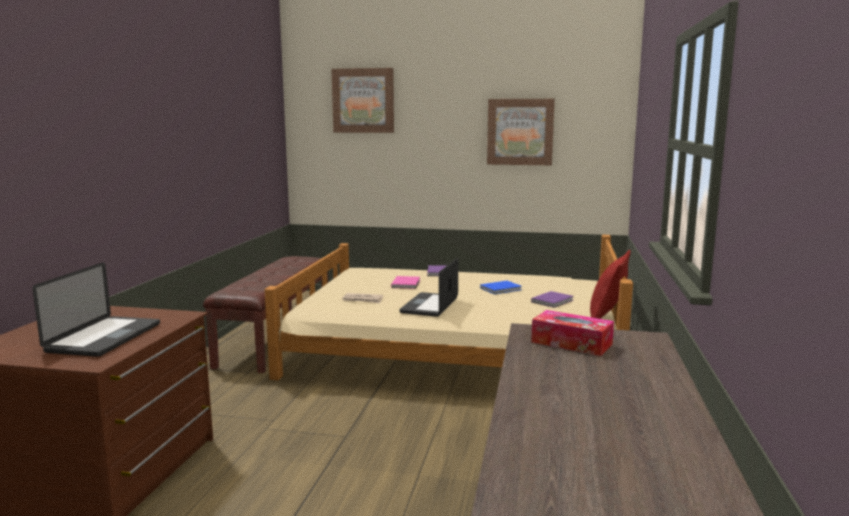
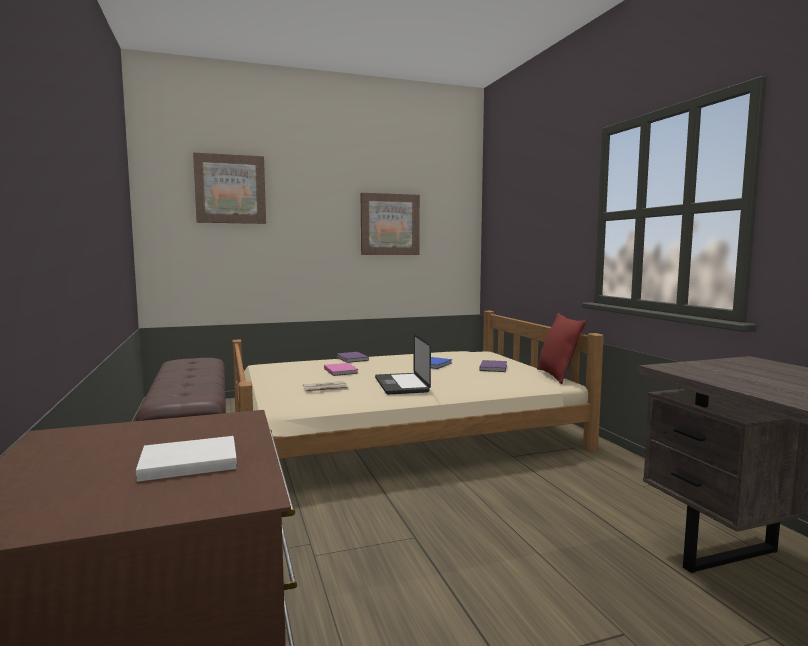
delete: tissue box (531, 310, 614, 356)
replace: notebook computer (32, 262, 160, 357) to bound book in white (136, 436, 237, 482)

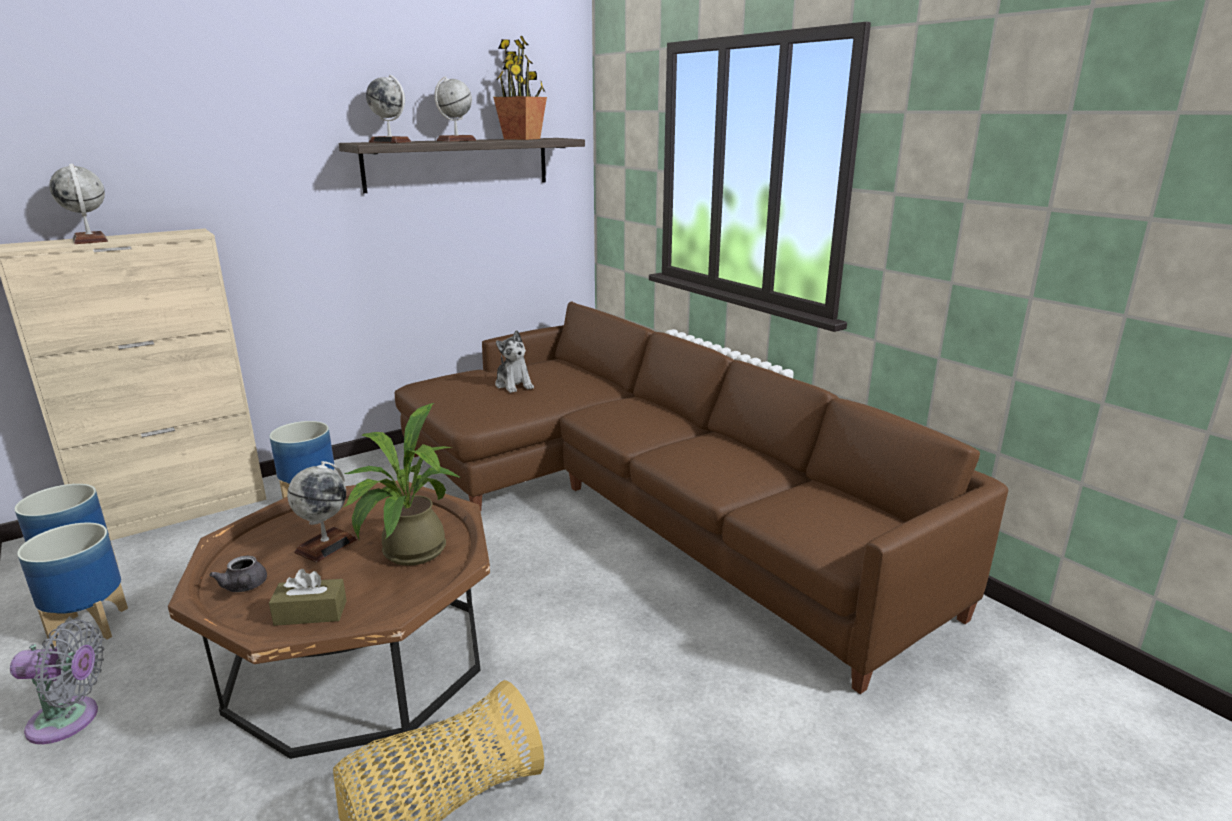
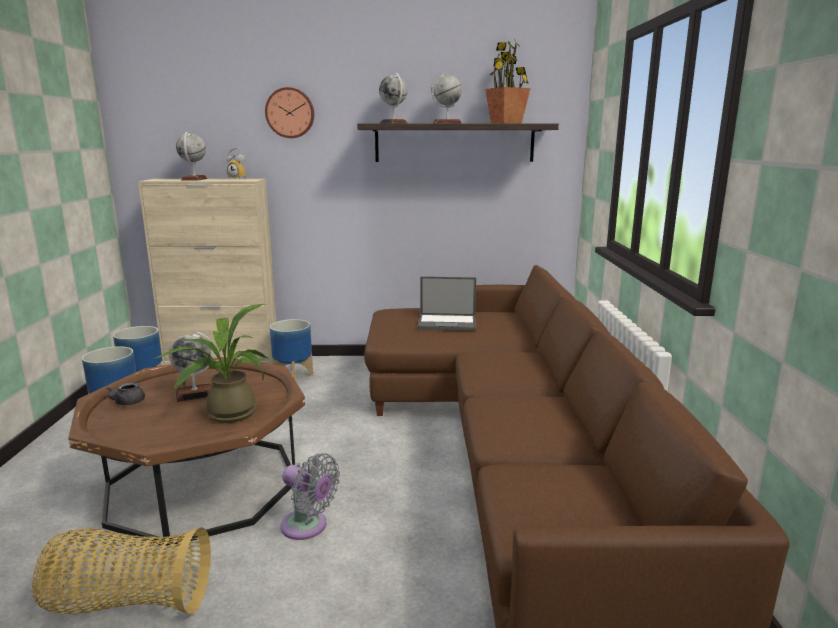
delete: tissue box in brownish (269, 569, 347, 626)
insert: table clock (227, 148, 246, 179); wall clock (265, 87, 314, 138)
move: fan in gray (10, 619, 104, 744) to (281, 453, 340, 540)
replace: soft toy (495, 330, 534, 393) to notebook computer (417, 276, 476, 331)

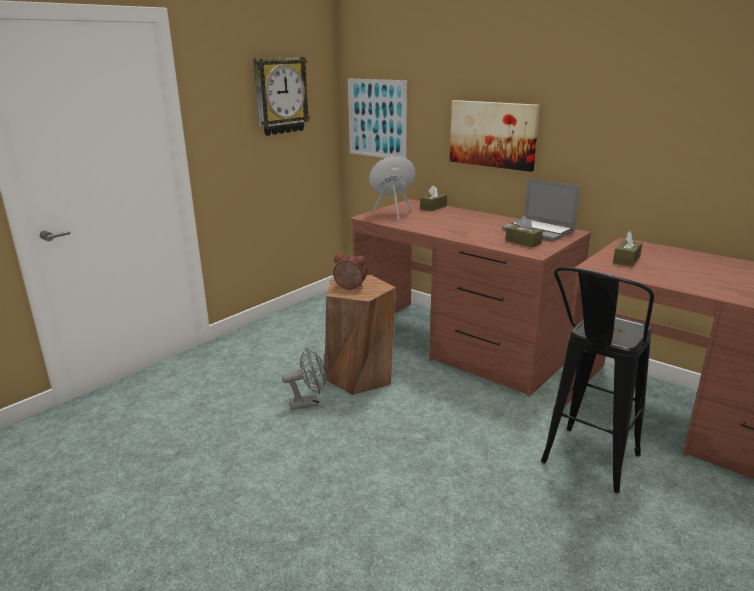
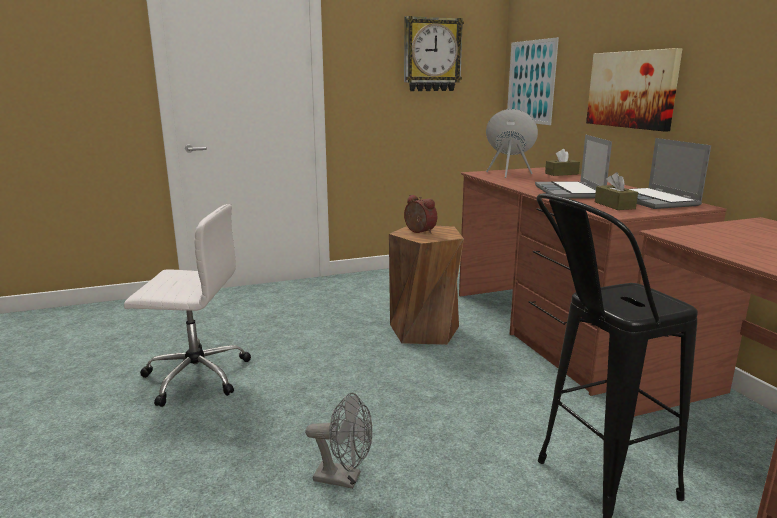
delete: tissue box in brownish (613, 231, 642, 266)
insert: desk chair in white (124, 204, 251, 407); notebook computer (535, 135, 612, 199)
move: fan in gray (282, 348, 326, 410) to (305, 393, 373, 489)

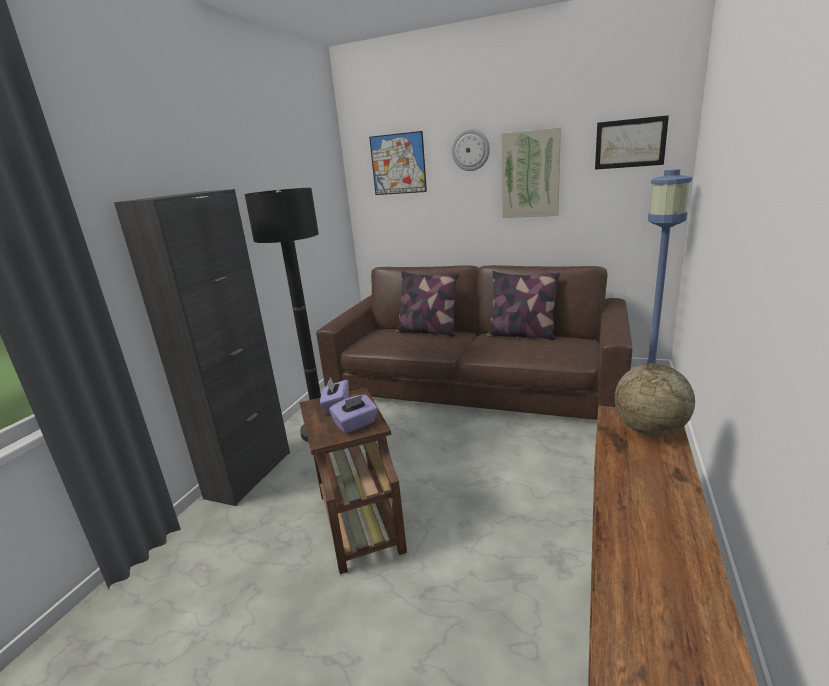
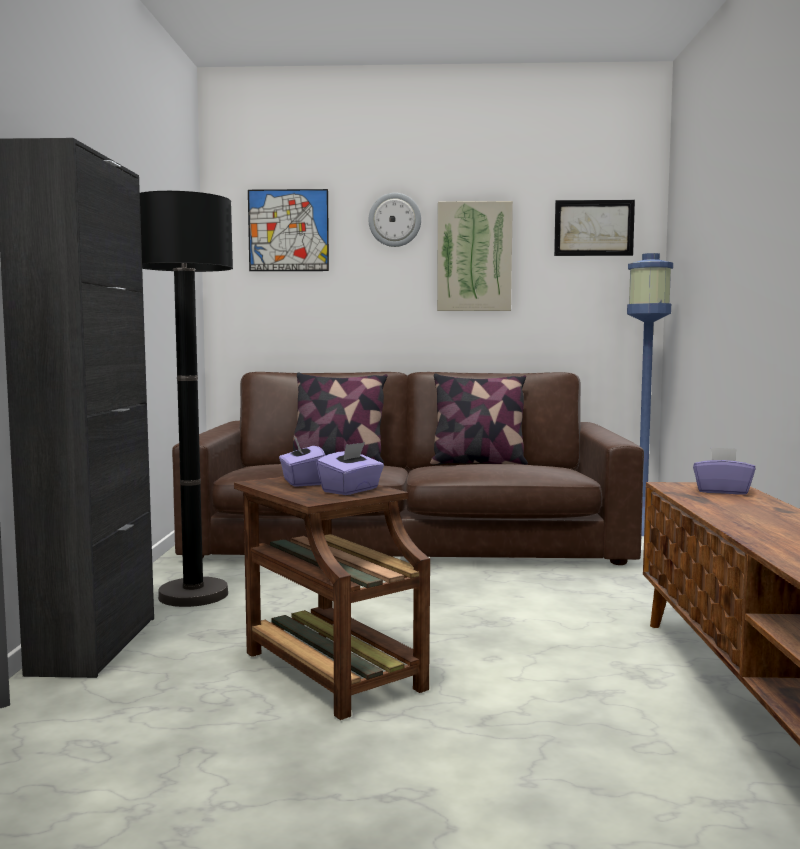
replace: world globe (615, 364, 695, 436) to tissue box in purple-coloured (693, 447, 755, 495)

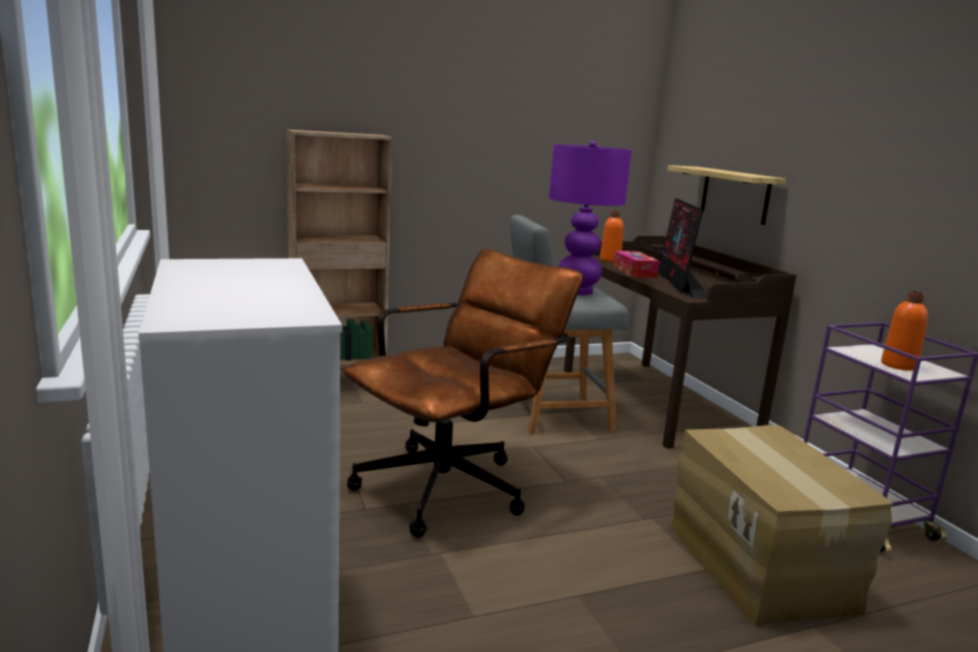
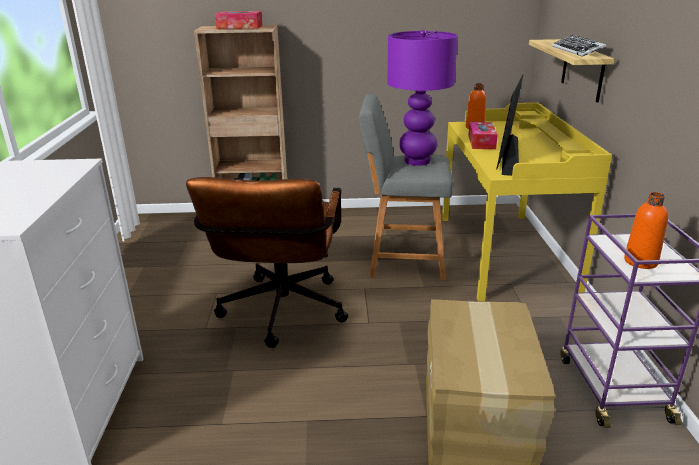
insert: tissue box (215, 11, 262, 29); computer keyboard (552, 35, 606, 57)
recolor: desk unit in brownish (564, 236, 796, 449) to desk unit in yellow (442, 103, 612, 301)
rotate: desk chair in brownish (343, 248, 583, 538) = (186, 177, 348, 348) 120 degrees clockwise

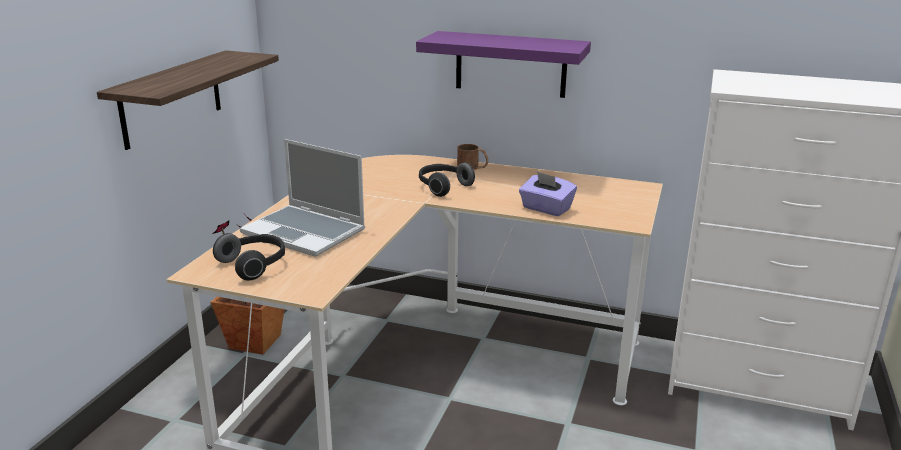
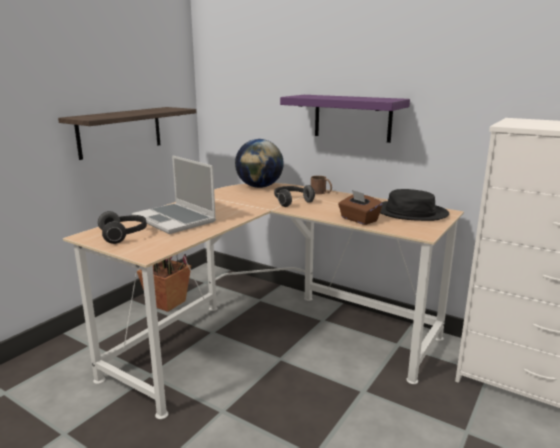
insert: world globe (235, 139, 284, 188); wearable hat in blackish (380, 189, 449, 221)
recolor: tissue box in purple-coloured (519, 172, 577, 216) to tissue box in brownish (338, 190, 383, 225)

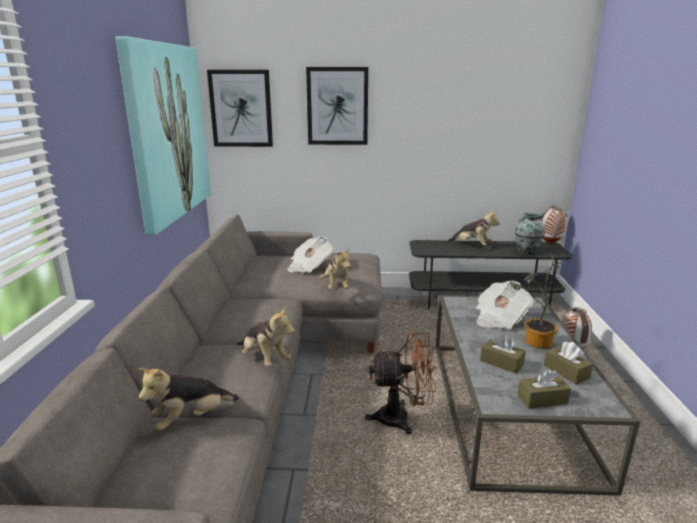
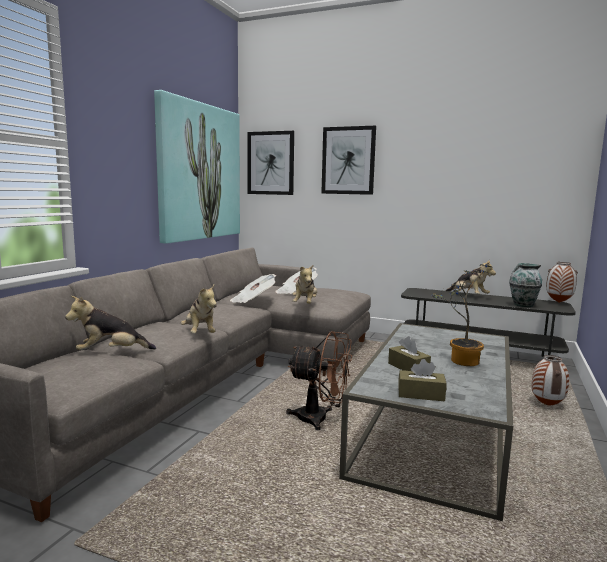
delete: tissue box in brownish (544, 342, 593, 385)
move: daily paper (476, 281, 534, 329) to (230, 274, 276, 303)

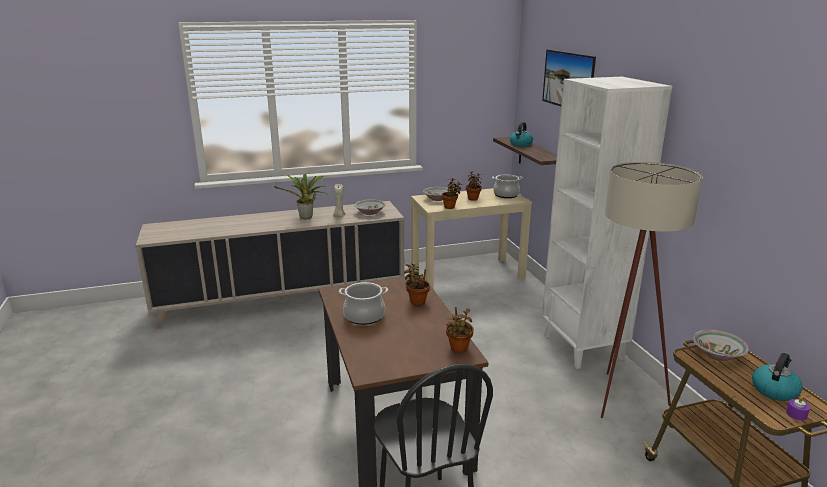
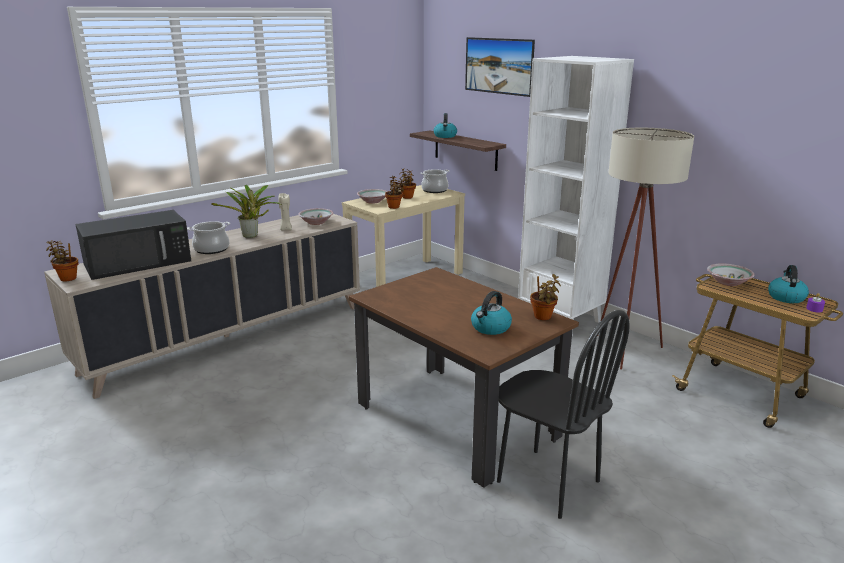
insert: microwave oven in blackish (75, 210, 191, 280); tea kettle (471, 291, 512, 335)
move: plant in a pot (404, 263, 430, 306) to (46, 240, 79, 282); saucepot (339, 282, 388, 325) to (187, 221, 230, 254)

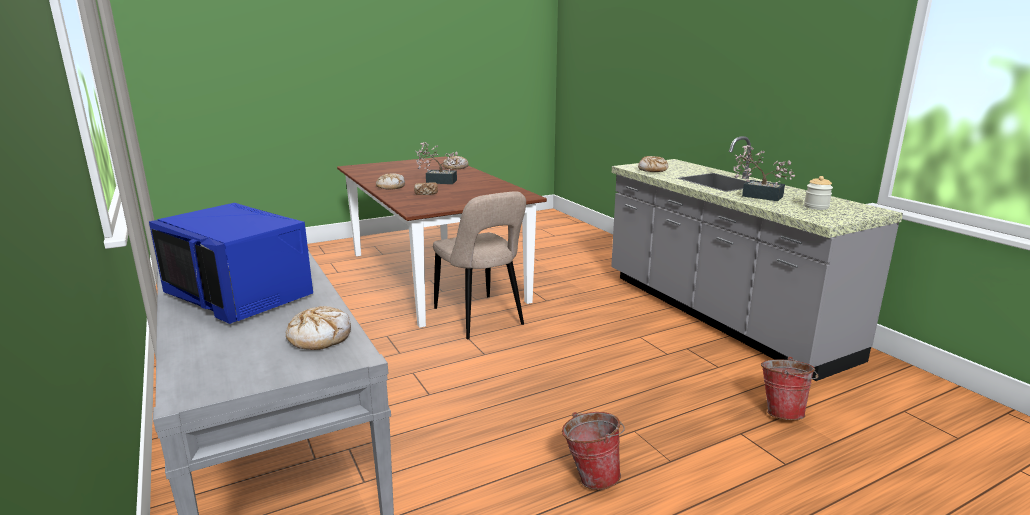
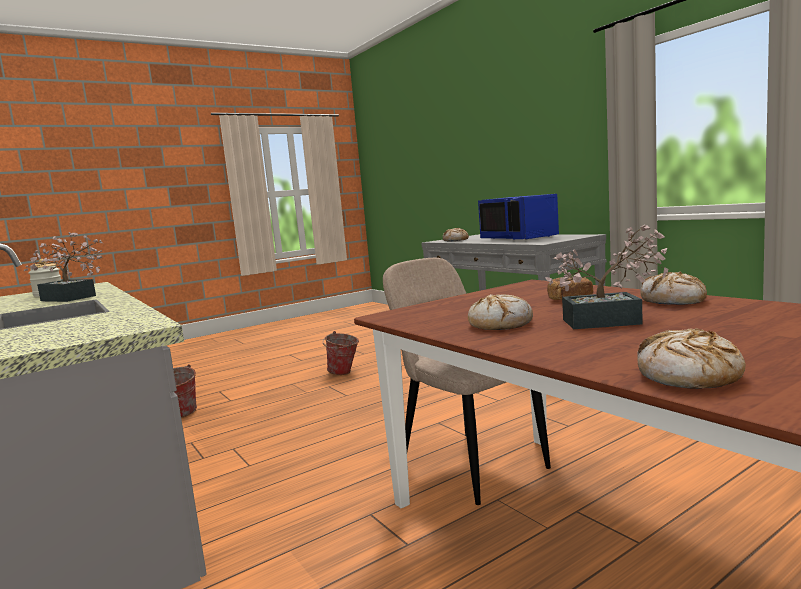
move: baked bread (638, 156, 668, 172) to (468, 294, 533, 330)
rotate: microwave oven in bluish (149, 203, 313, 324) = (478, 194, 559, 240) 150 degrees counterclockwise

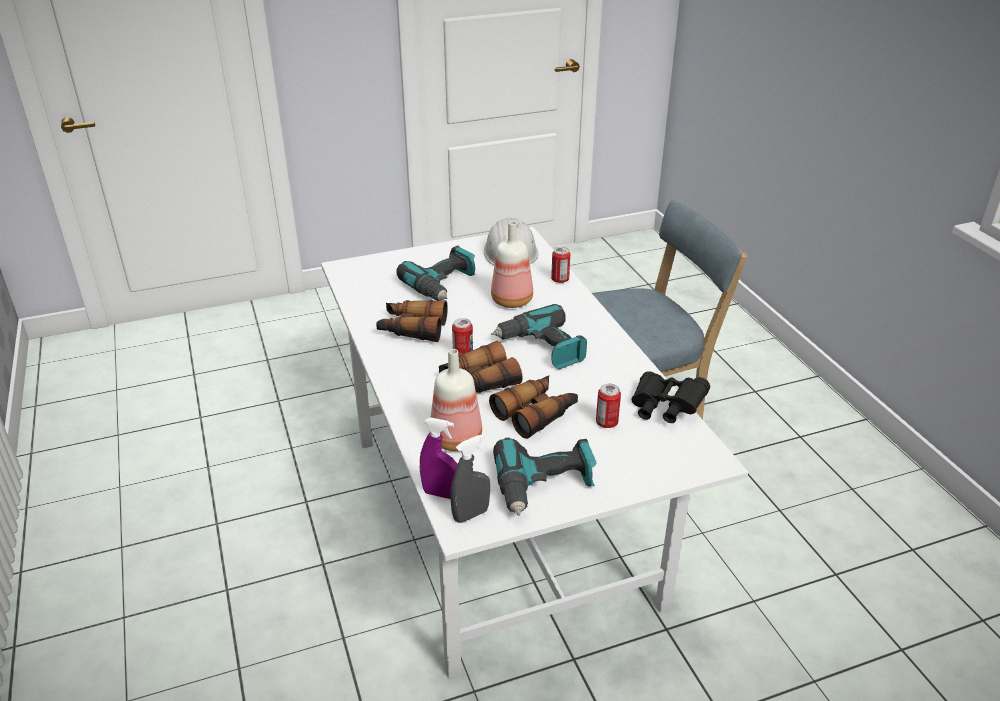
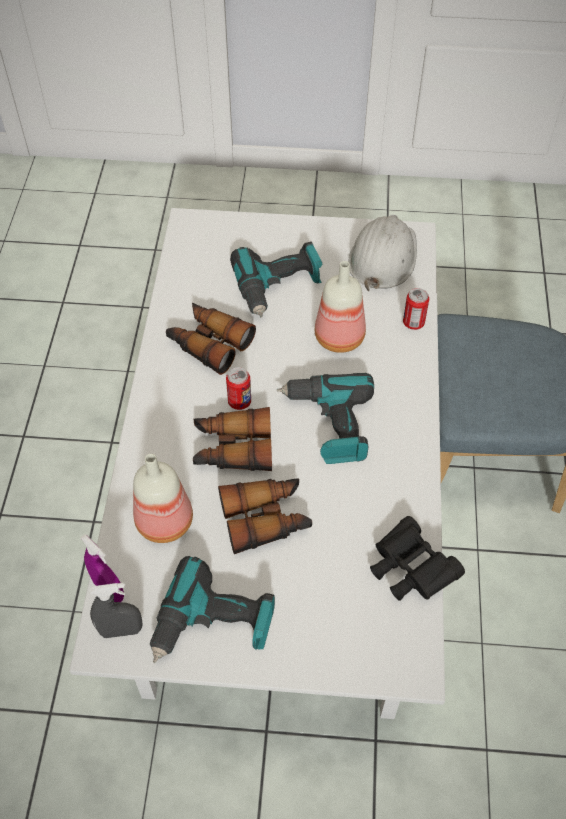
delete: can (596, 384, 621, 428)

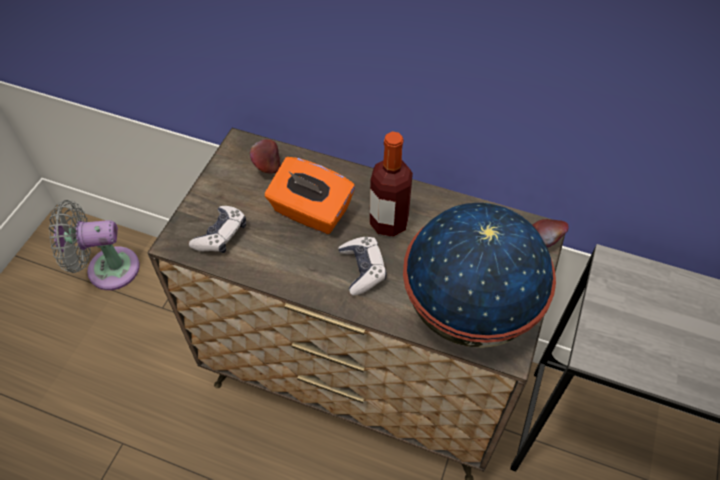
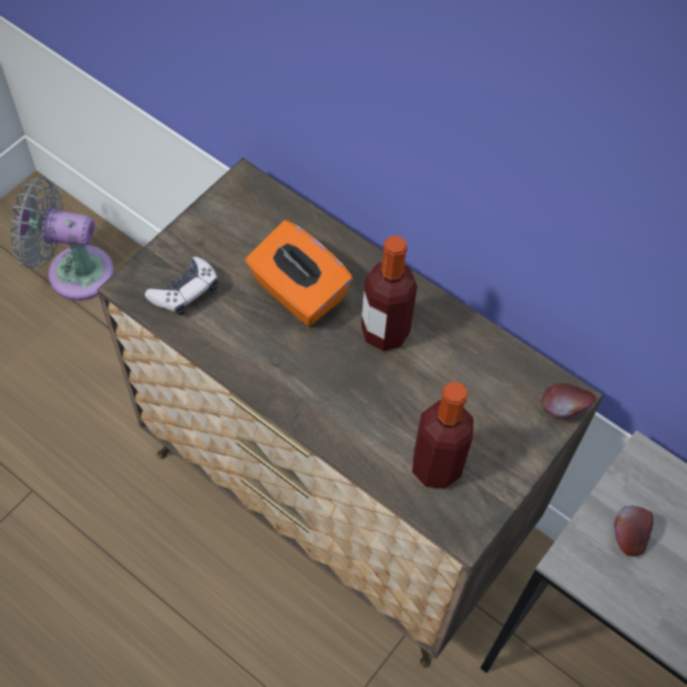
delete: gamepad (338, 237, 387, 295)
move: apple (250, 139, 280, 174) to (614, 506, 653, 557)
replace: world globe (403, 203, 556, 348) to drink bottle (412, 382, 474, 489)

